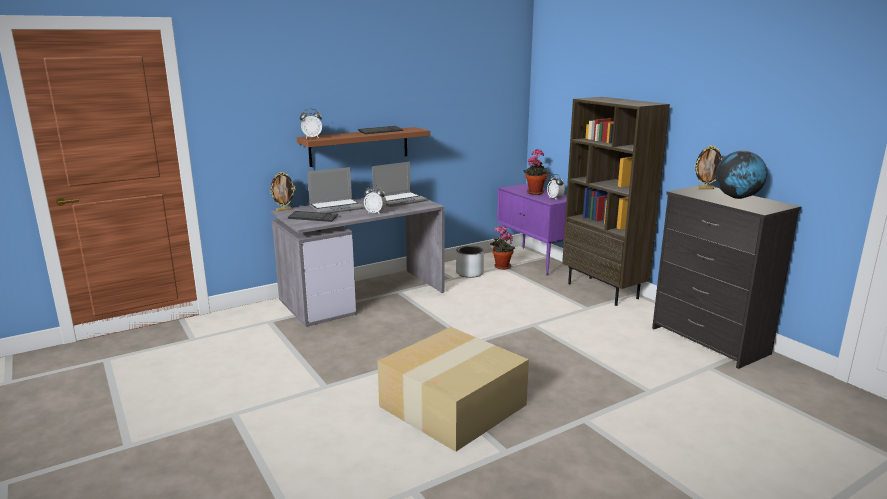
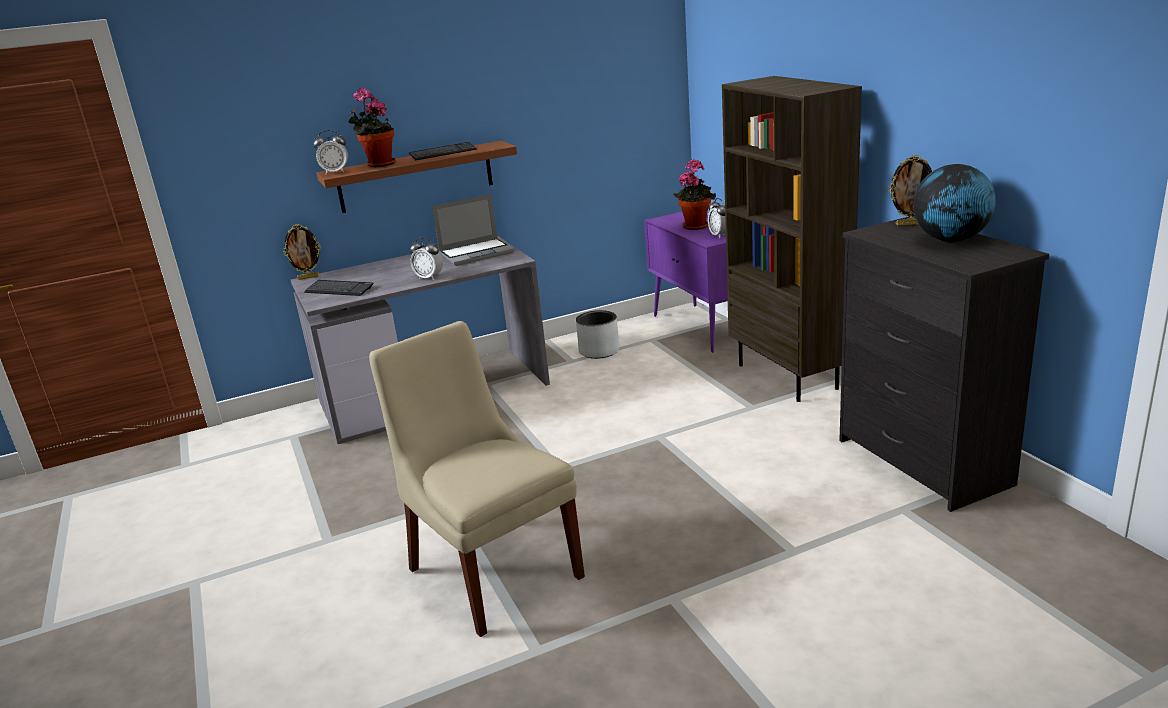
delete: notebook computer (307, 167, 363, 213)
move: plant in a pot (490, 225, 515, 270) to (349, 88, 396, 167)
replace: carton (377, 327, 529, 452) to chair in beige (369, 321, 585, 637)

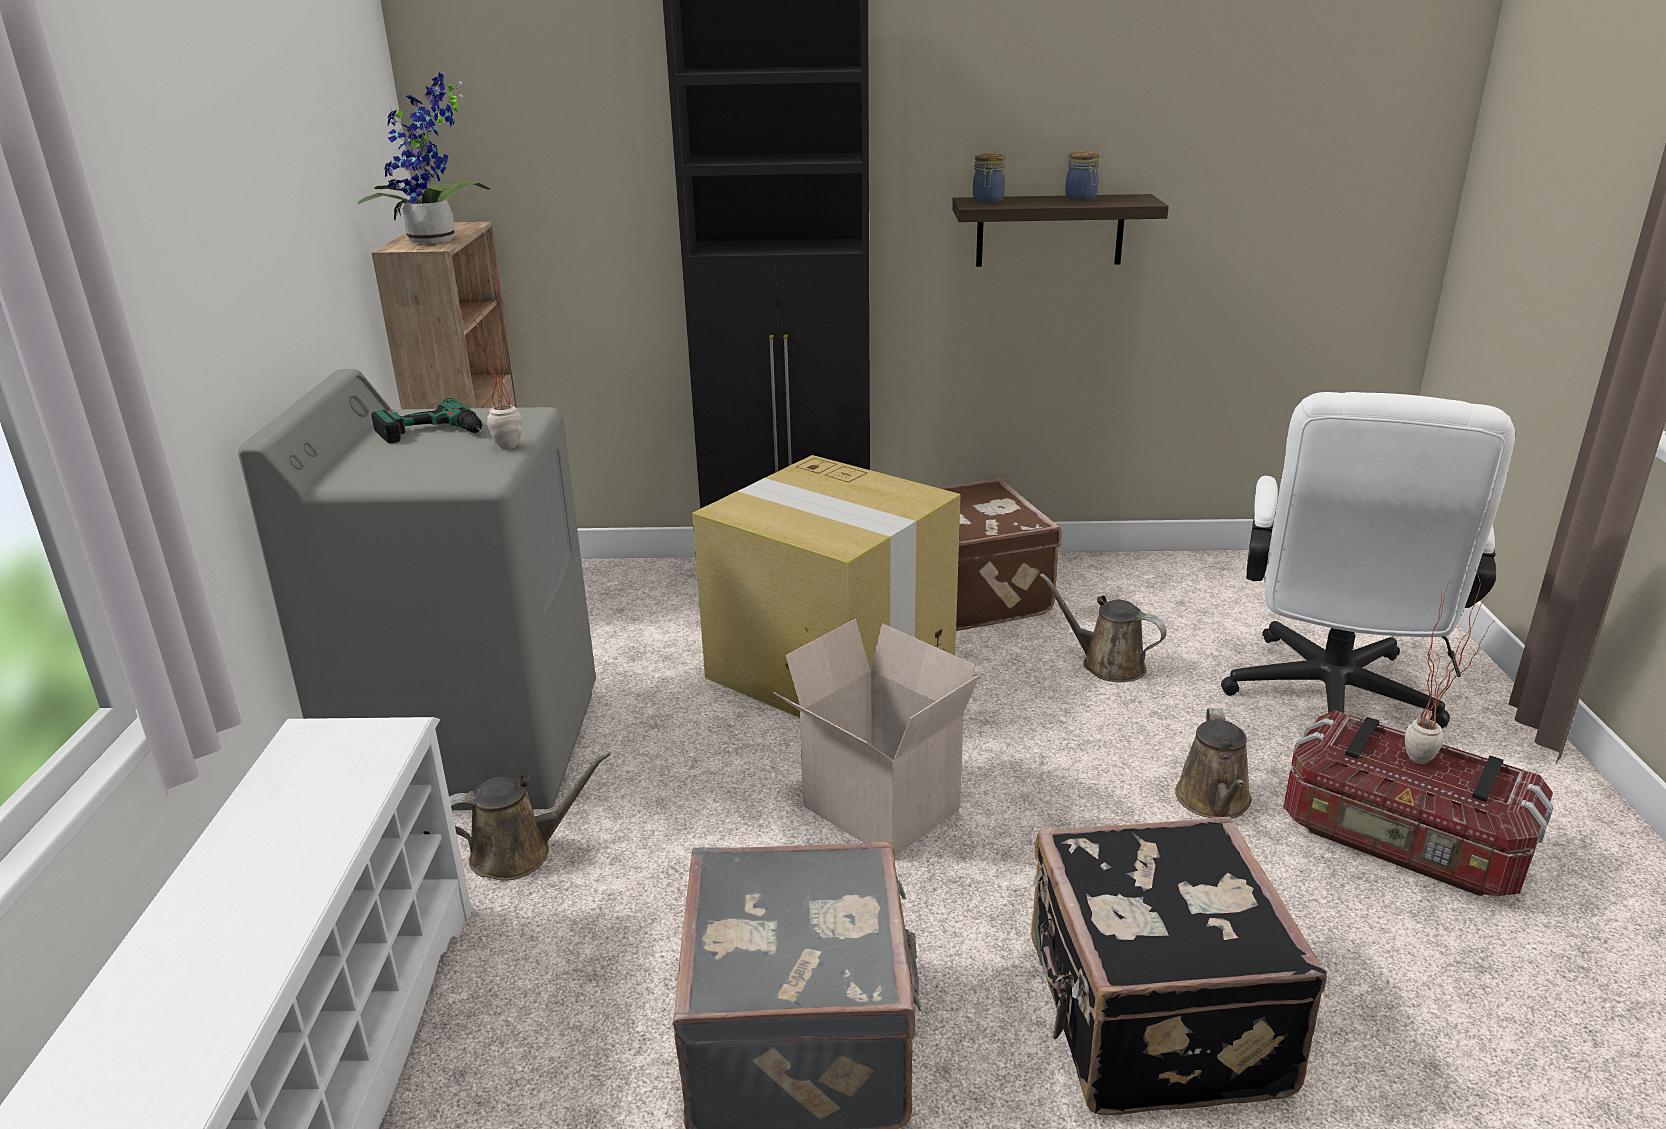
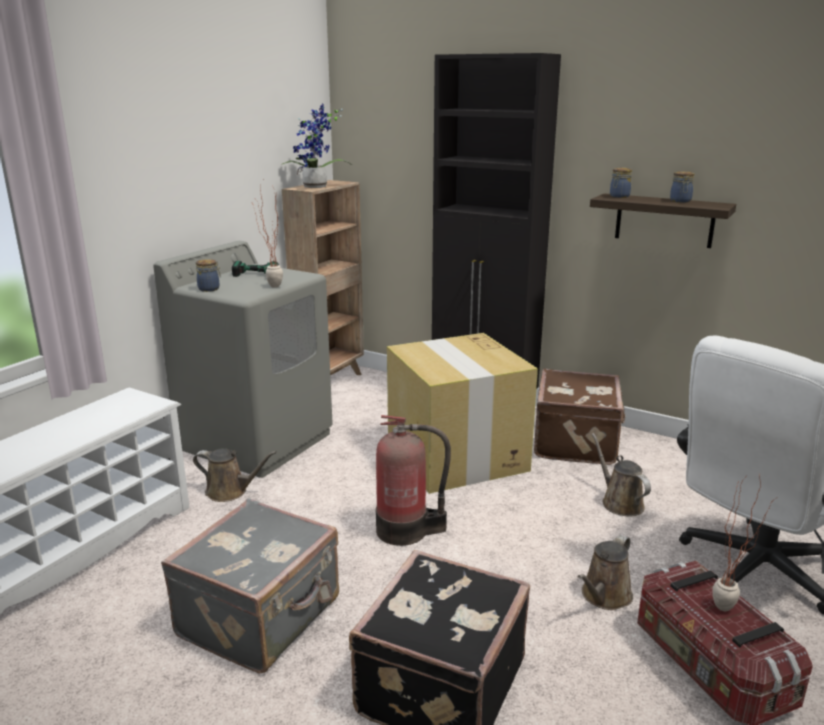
insert: storage jar (196, 259, 221, 292)
replace: carton (773, 619, 980, 857) to fire extinguisher (376, 415, 451, 546)

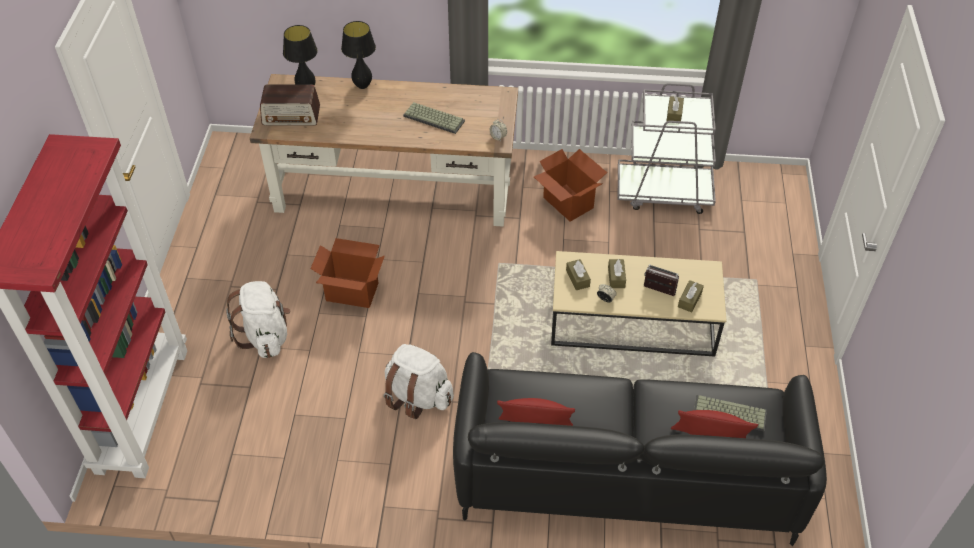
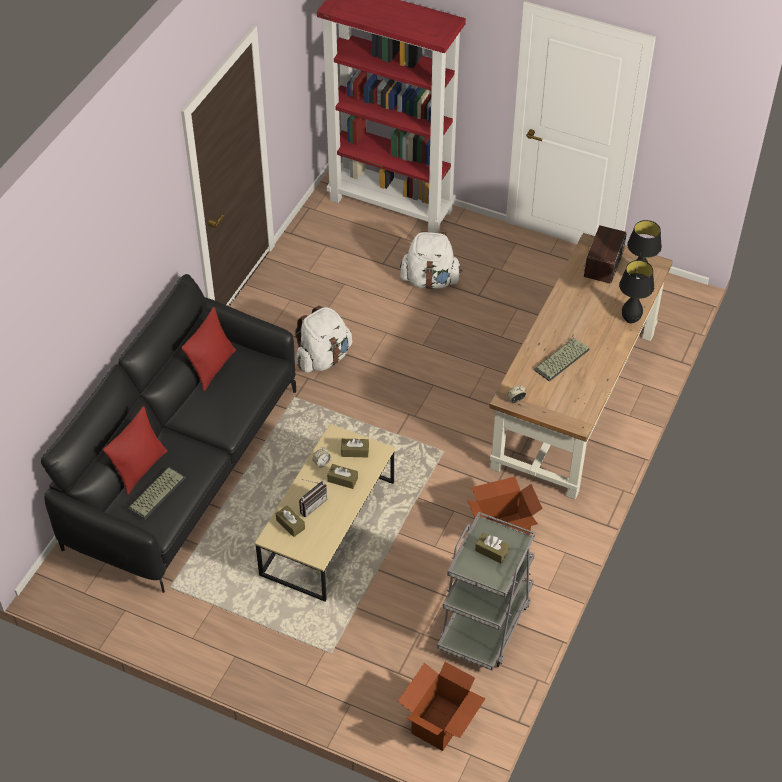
move: carton (310, 238, 385, 308) to (398, 662, 486, 751)

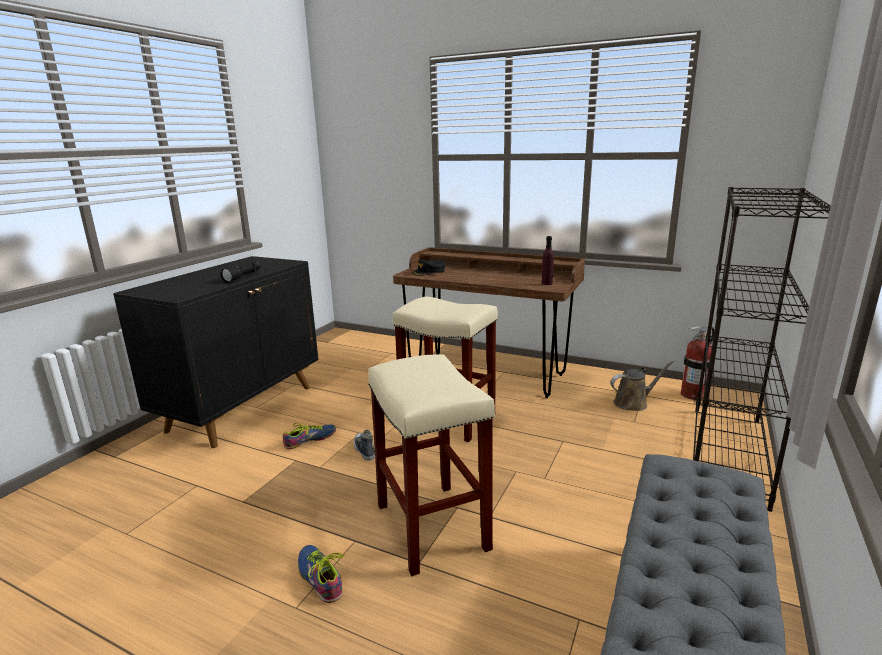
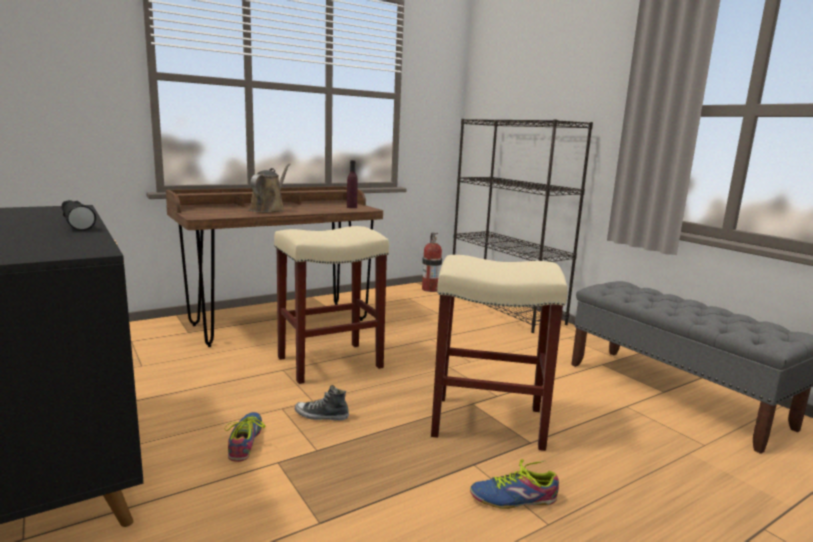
delete: cap in blackish (412, 259, 446, 276)
move: watering can in brownish (610, 360, 675, 411) to (249, 163, 290, 213)

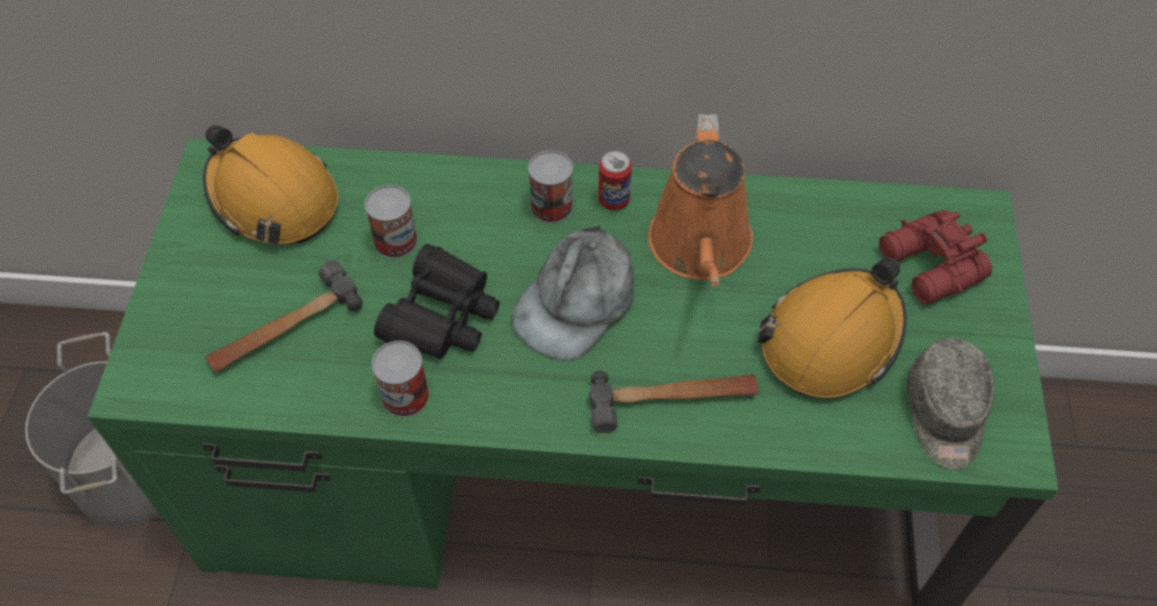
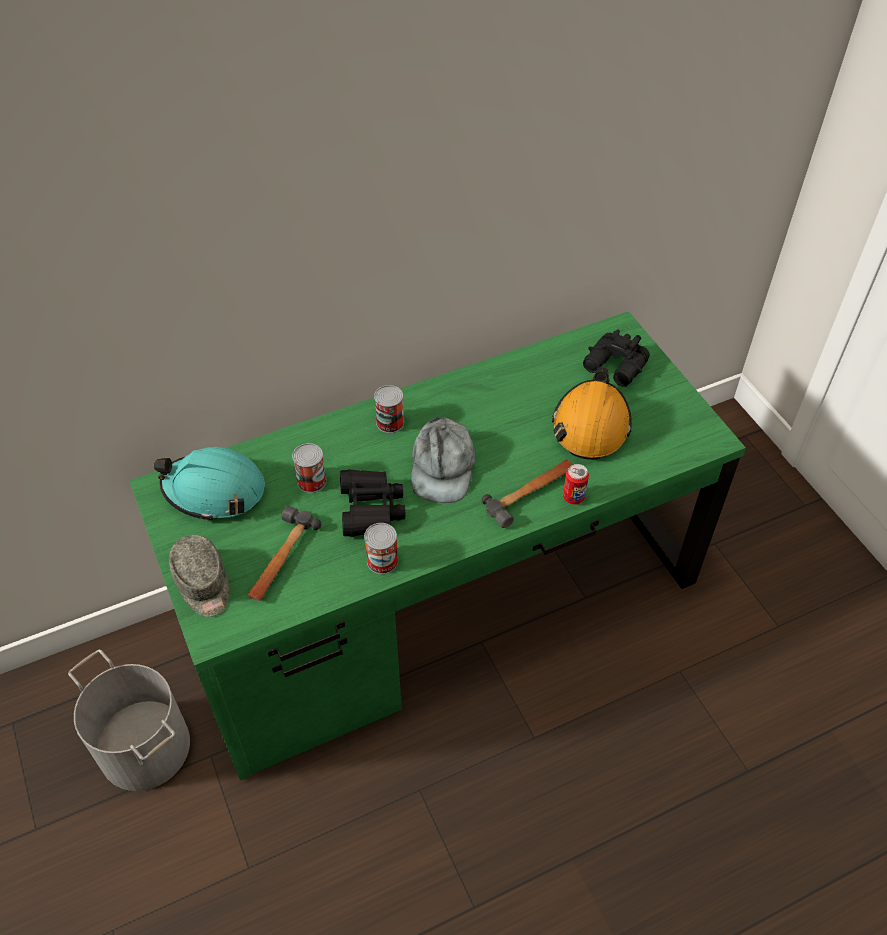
delete: watering can in orange (648, 114, 753, 286)
move: cap in gray (907, 338, 994, 470) to (169, 535, 229, 617); can (598, 151, 632, 211) to (563, 464, 589, 505)
recolor: safety helmet in orange (203, 125, 338, 244) to safety helmet in blue-green (154, 447, 265, 521); field glasses in reddish (879, 210, 992, 304) to field glasses in blackish (583, 330, 650, 387)

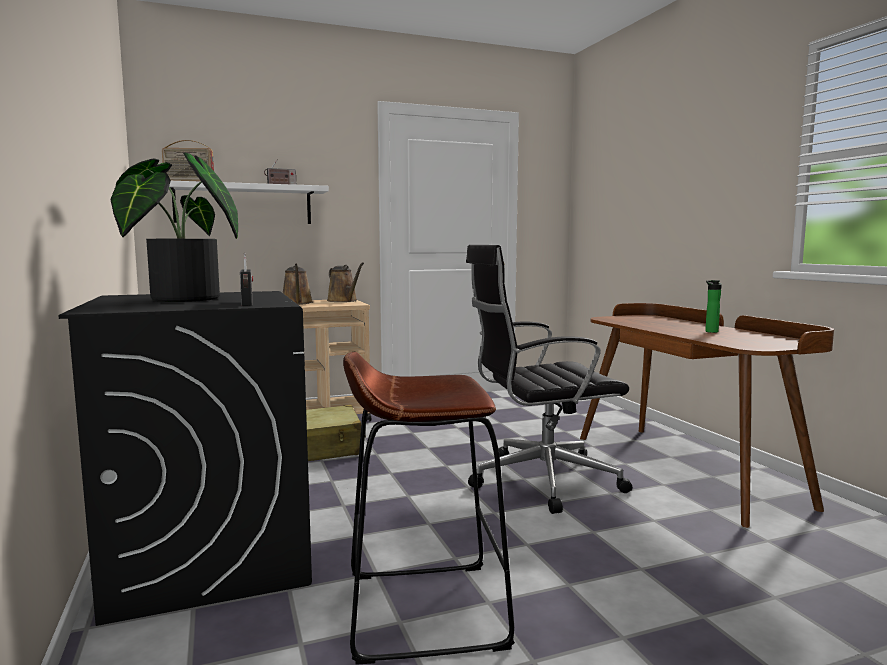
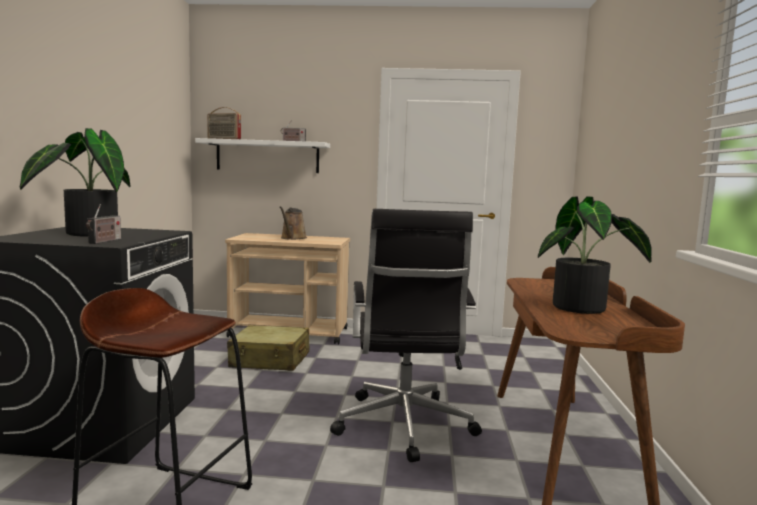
delete: watering can in brownish (327, 262, 364, 302)
replace: drink bottle (705, 280, 722, 333) to plant in a pot (538, 196, 652, 314)
rotate: desk chair in blackish (466, 245, 632, 514) = (330, 209, 482, 462) 105 degrees counterclockwise

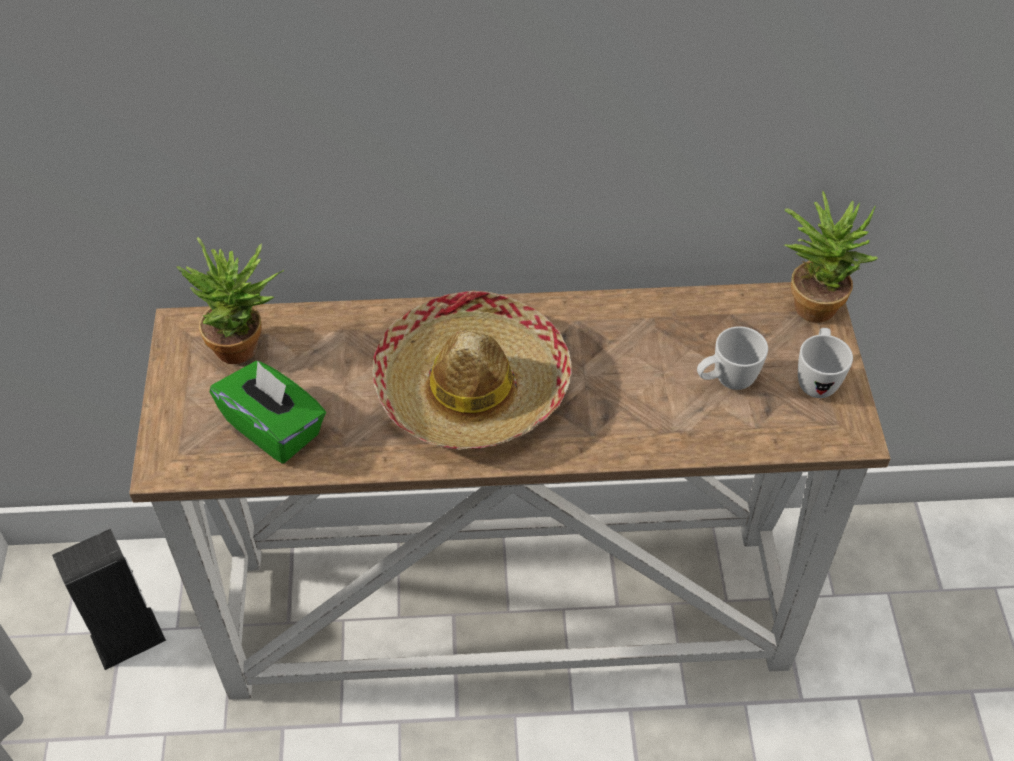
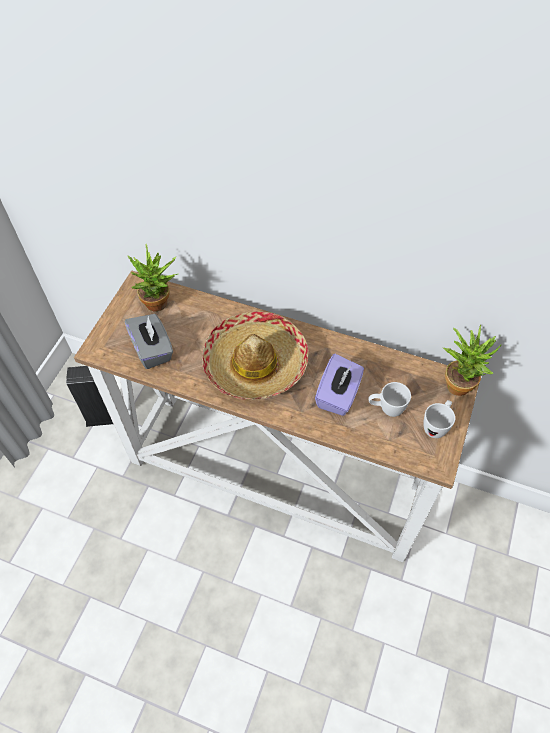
insert: tissue box in purple-coloured (315, 354, 364, 416)
recolor: tissue box in green-coloured (210, 361, 326, 464) to tissue box in gray (125, 314, 173, 369)

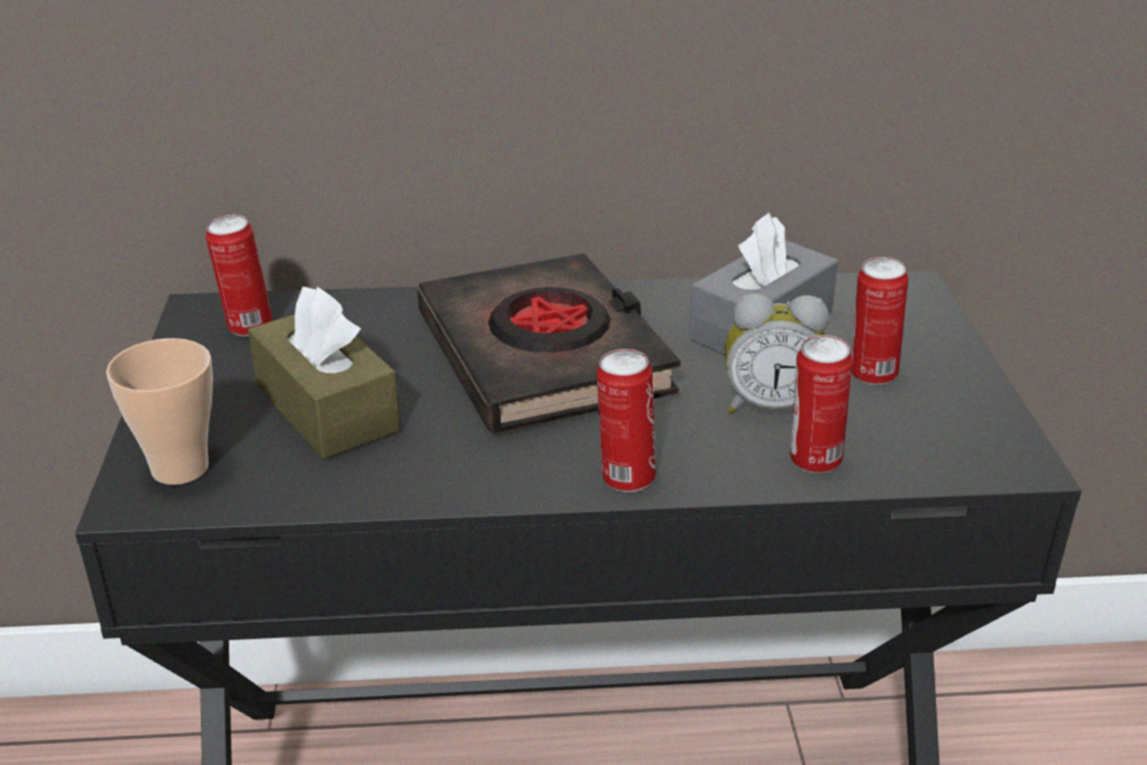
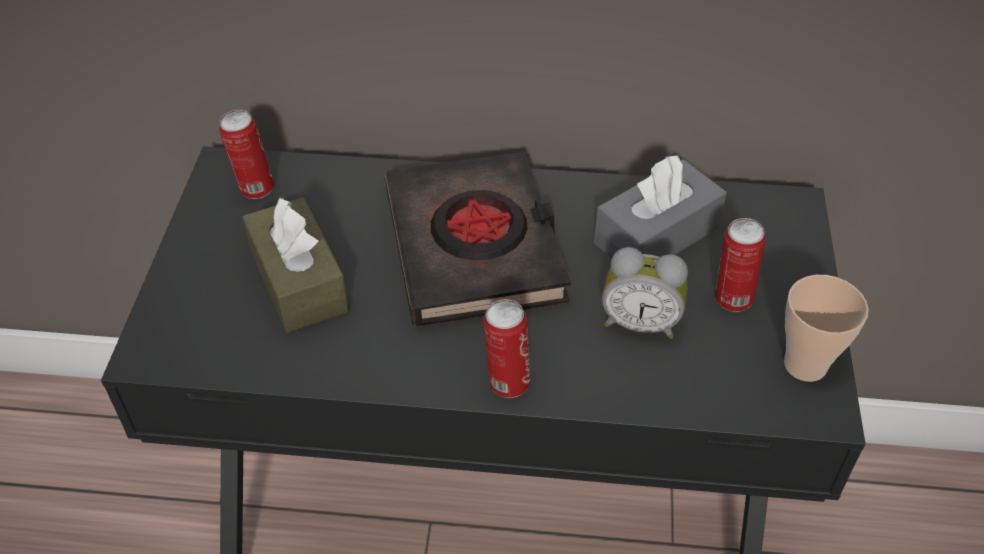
delete: can (790, 335, 853, 474)
move: cup (106, 338, 213, 485) to (784, 275, 869, 382)

